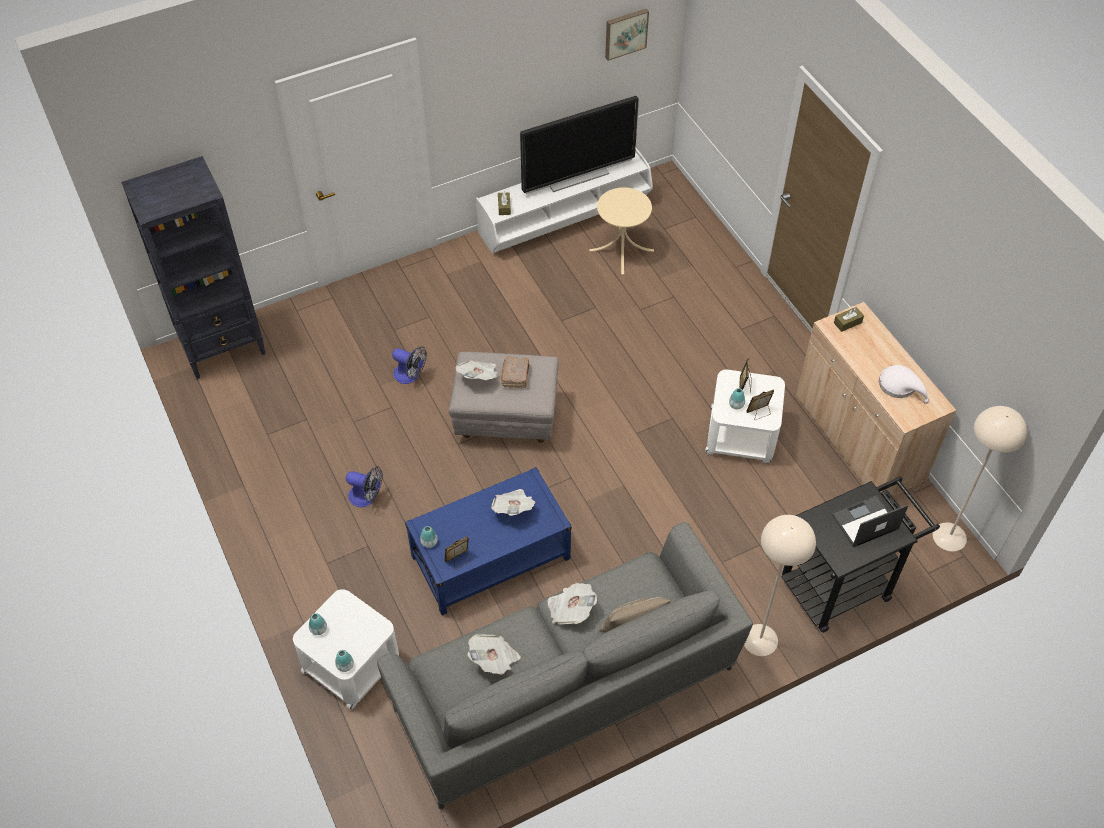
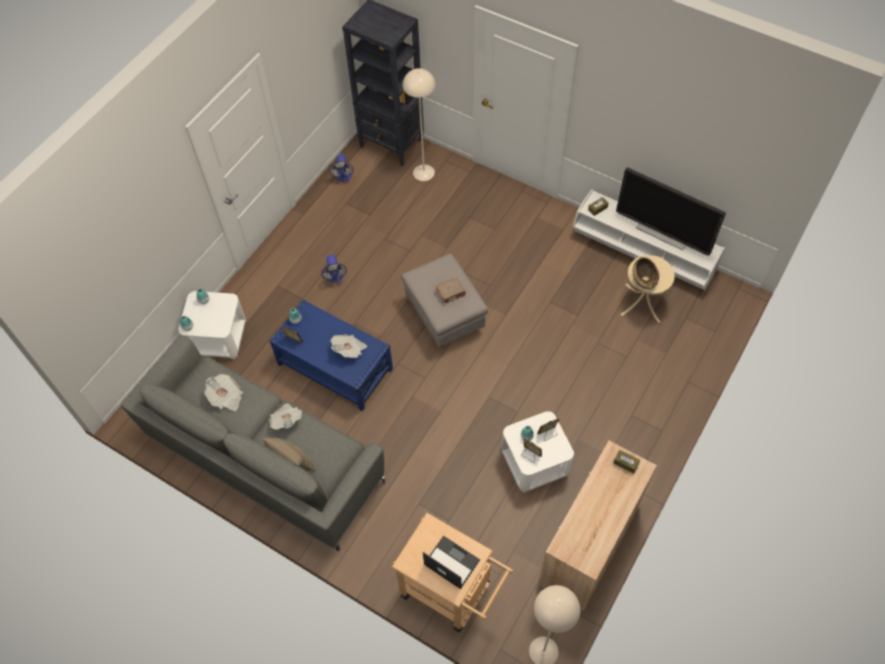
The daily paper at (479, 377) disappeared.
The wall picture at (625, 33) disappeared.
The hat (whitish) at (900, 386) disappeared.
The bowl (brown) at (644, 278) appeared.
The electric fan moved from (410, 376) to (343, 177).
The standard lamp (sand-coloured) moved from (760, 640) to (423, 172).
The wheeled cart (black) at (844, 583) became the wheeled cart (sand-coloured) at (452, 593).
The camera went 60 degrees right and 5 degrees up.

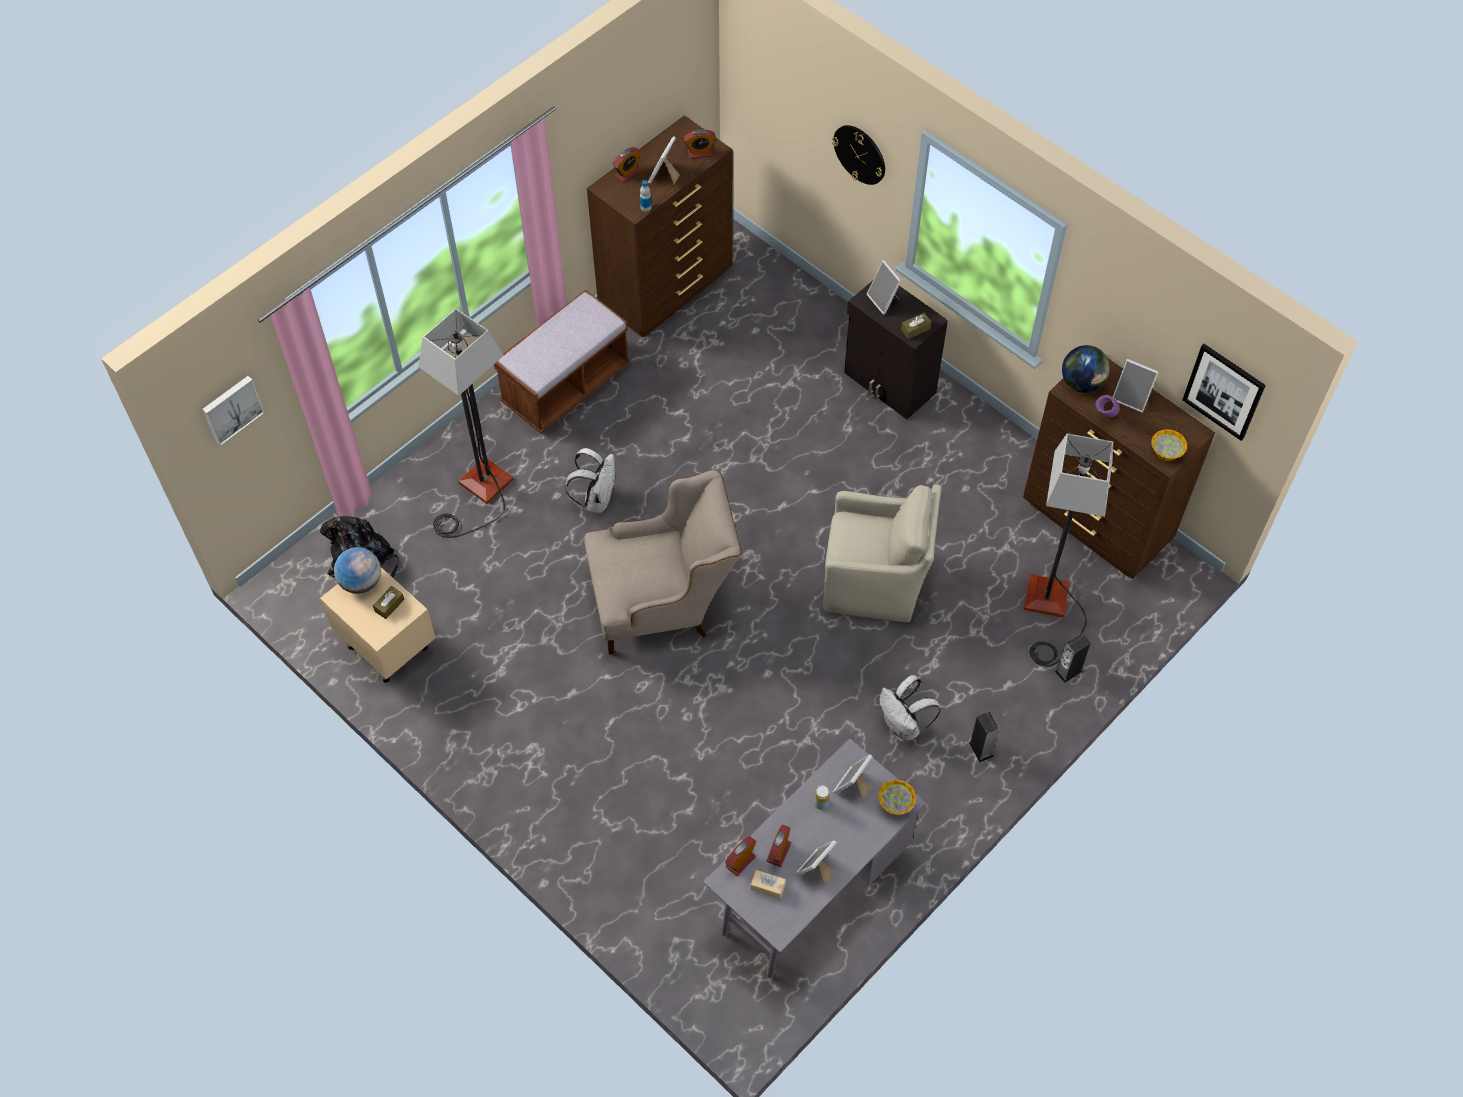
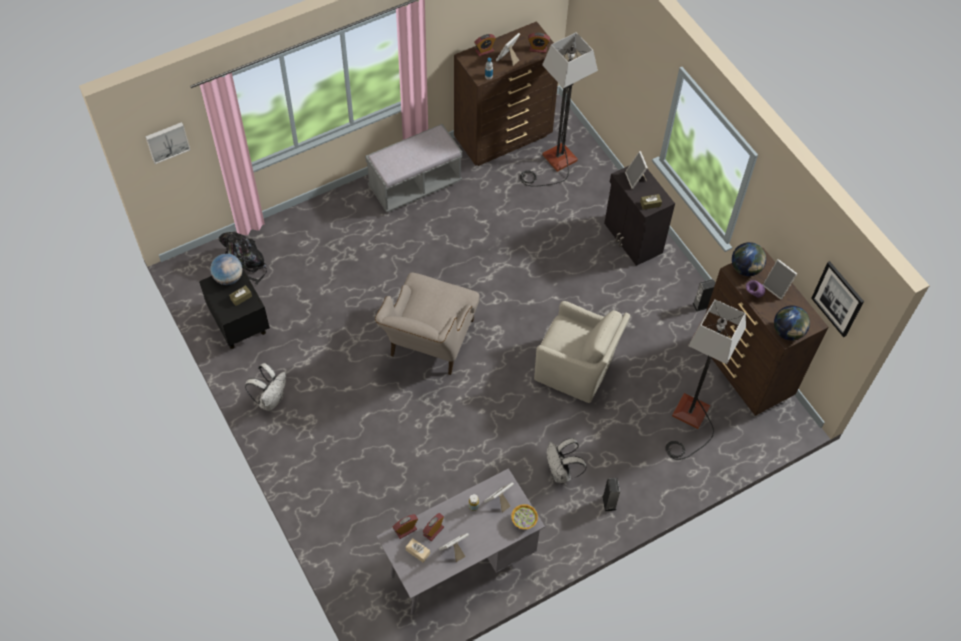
The hanging clock at (860, 154) disappeared.
The standard lamp moved from (479, 493) to (554, 163).
The knapsack (whitish) moved from (596, 499) to (271, 399).
The loudspeaker moved from (1068, 671) to (701, 305).
The bowl at (1166, 453) was replaced by the globe at (788, 332).
The bedside table (sand-coloured) at (387, 646) became the bedside table (black) at (240, 325).
The indoor bench (brown) at (566, 386) became the indoor bench (gray) at (415, 185).
The easy chair (sand-coloured) at (663, 603) turned 105 degrees clockwise.
The camera went 15 degrees right and 0 degrees up.

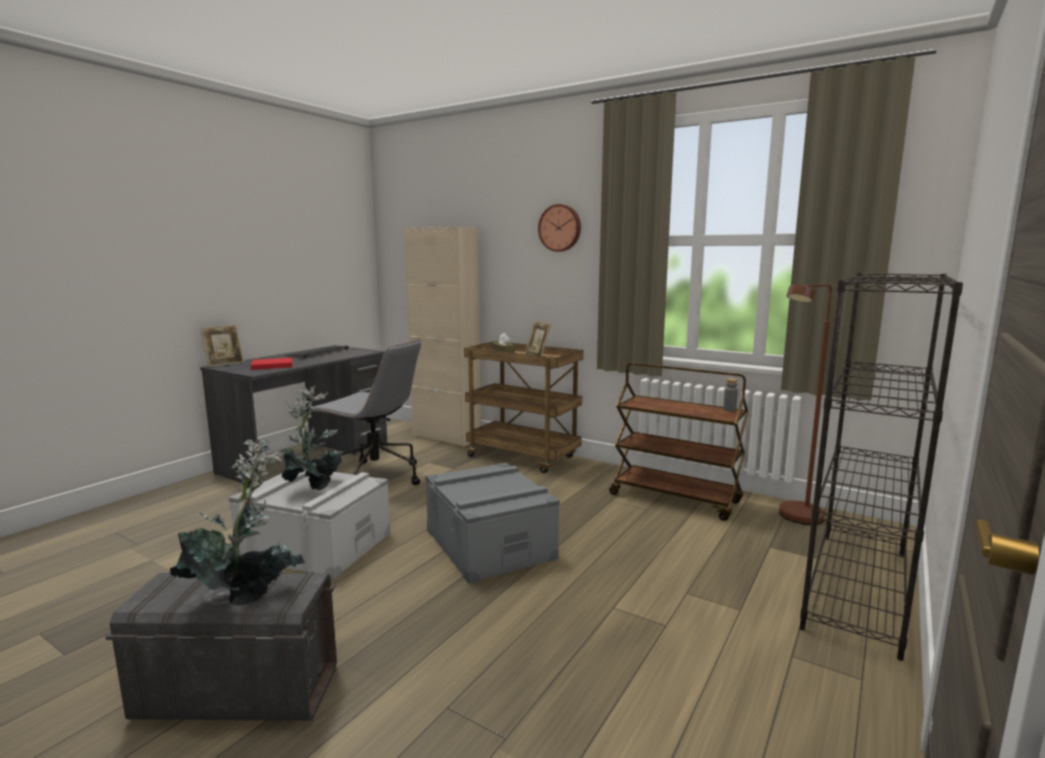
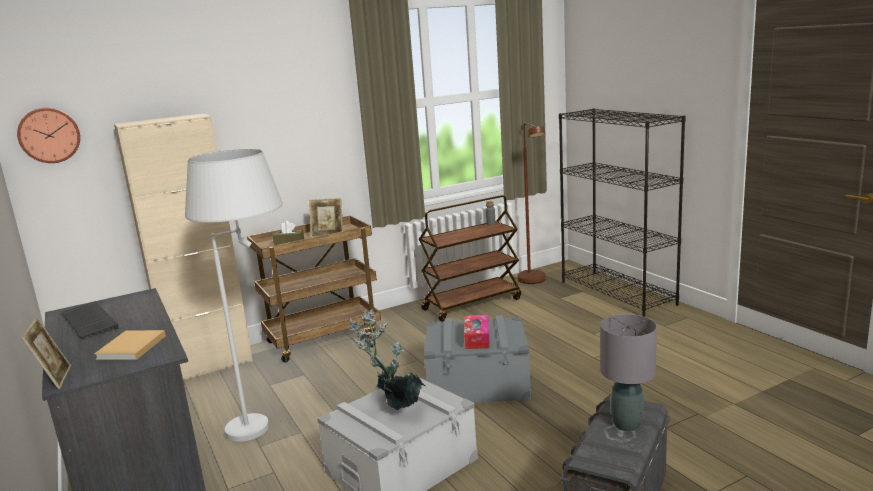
The box of tissues at (477, 338) appeared.
The hanging clock moved from (560, 228) to (49, 135).
The houseplant at (247, 594) was replaced by the tabletop lamp (gray) at (627, 424).
The desk chair (gray) at (374, 477) was replaced by the standard lamp (whitish) at (269, 420).
The volume (red-coloured) at (271, 365) became the volume (sand-coloured) at (130, 348).
The camera went 60 degrees left and 5 degrees up.

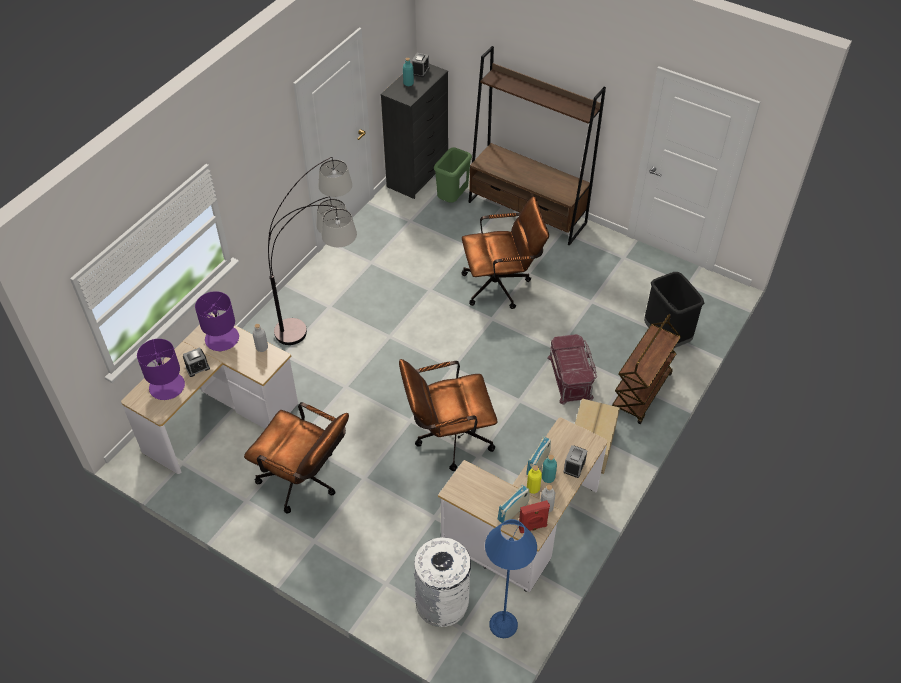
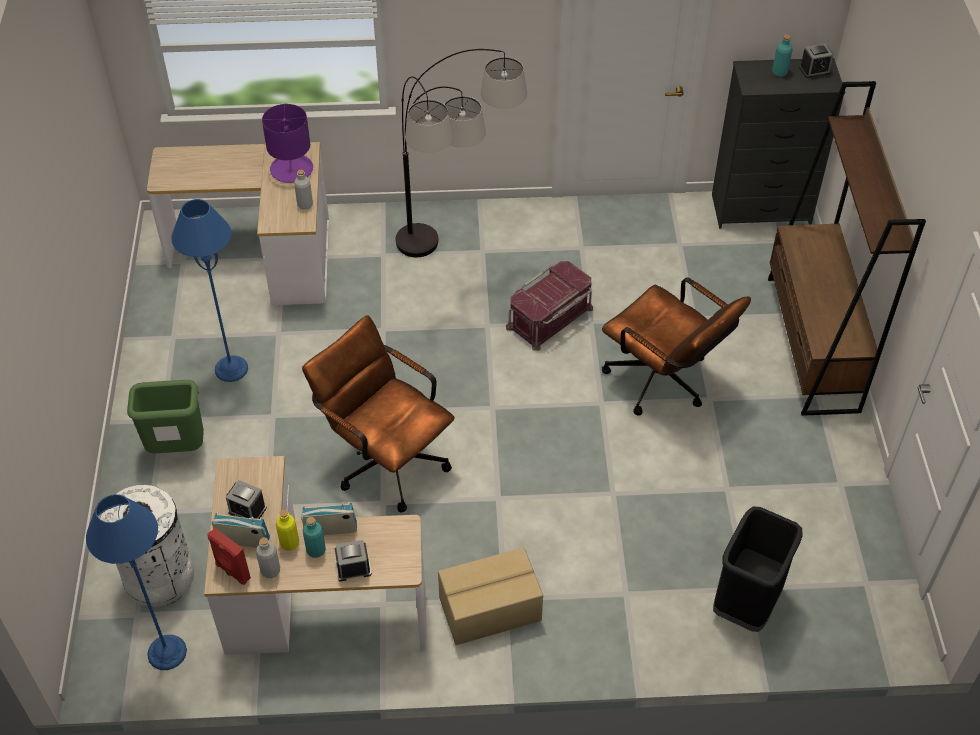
The tabletop lamp (purple) at (167, 386) disappeared.
The wheeled cart (brown) at (641, 393) disappeared.
The bedside clock moved from (197, 367) to (247, 510).
The waste bin (green) moved from (452, 198) to (178, 449).
The storage box (red-coloured) moved from (571, 377) to (550, 318).
The desk chair (brown) at (305, 481) was replaced by the standard lamp (blue) at (231, 369).
The camera went 55 degrees right and 0 degrees up.

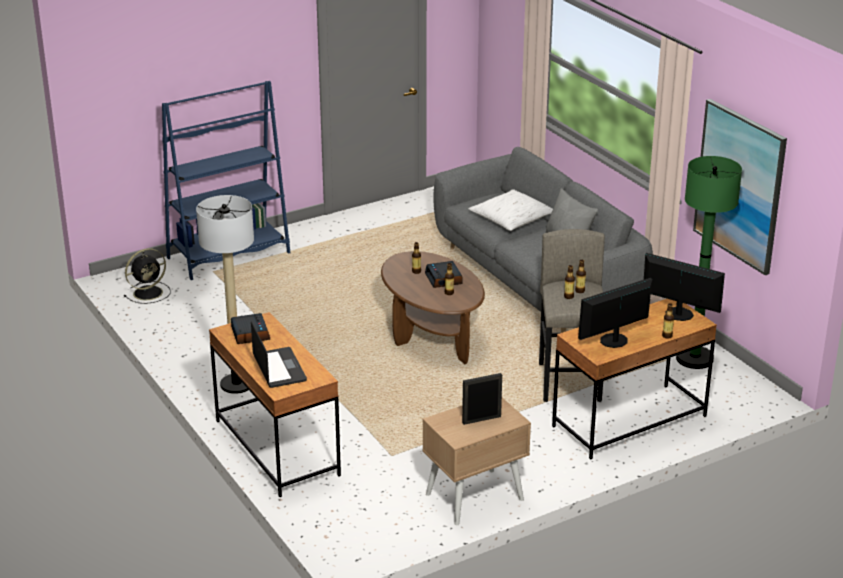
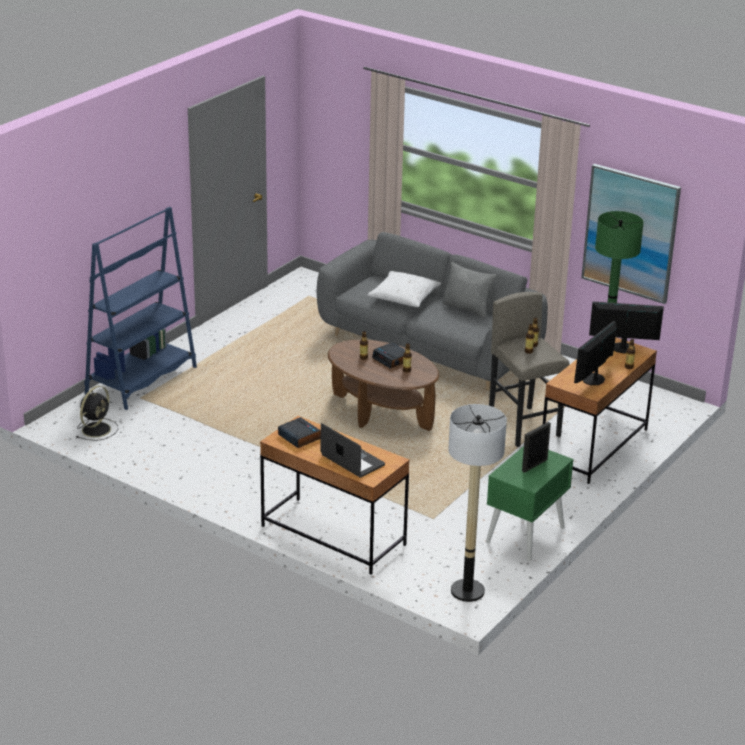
The standard lamp moved from (236, 384) to (467, 591).
The bedside table (sand-coloured) at (474, 497) became the bedside table (green) at (525, 535).
The camera went 25 degrees left and 0 degrees up.

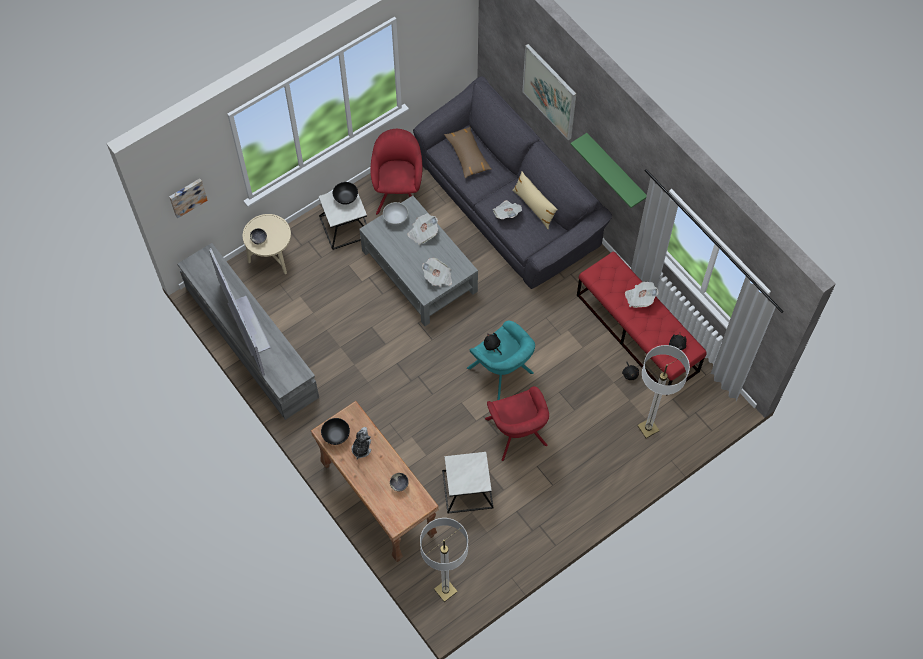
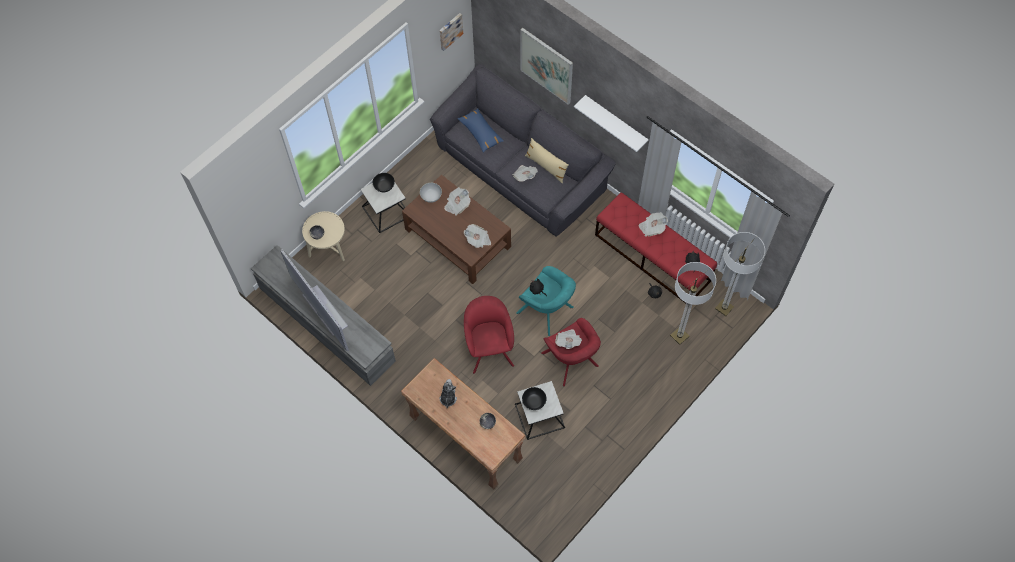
The daily paper at (568, 341) appeared.
The wall picture moved from (187, 197) to (450, 31).
The bowl (black) moved from (336, 436) to (534, 402).
The easy chair (red-coloured) moved from (399, 192) to (489, 348).
The standard lamp moved from (445, 590) to (724, 308).
The low table (gray) at (420, 271) became the low table (brown) at (458, 238).
The cushion (brown) at (467, 155) became the cushion (blue) at (480, 133).
The bracket shelf (green) at (615, 170) became the bracket shelf (whitish) at (616, 123).
The camera went 10 degrees left and 0 degrees up.

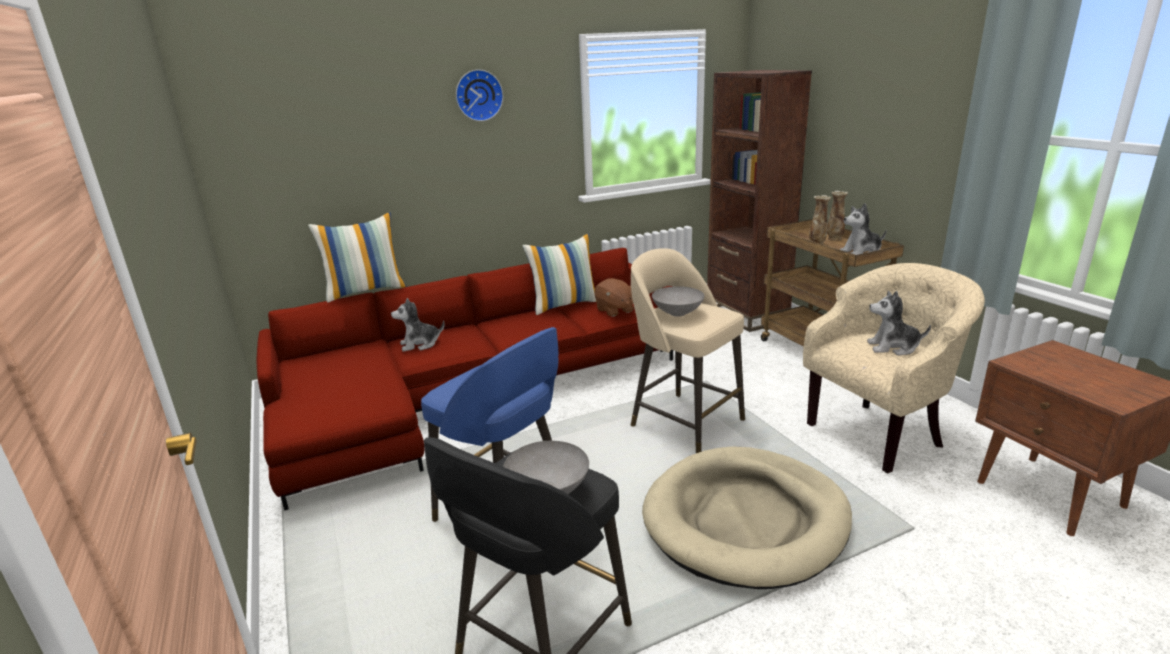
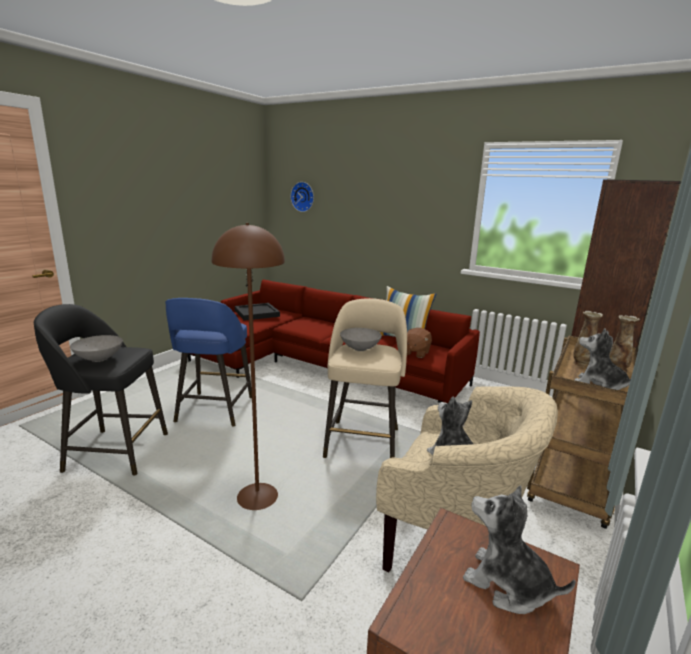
The cushion at (365, 291) disappeared.
The carrying tray (black) at (257, 313) appeared.
The cuddly toy moved from (420, 344) to (506, 584).
The hanging clock moved from (478, 95) to (303, 197).
The pet bed (sand-coloured) at (745, 520) was replaced by the standard lamp (brown) at (258, 497).
The camera went 55 degrees right and 5 degrees down.

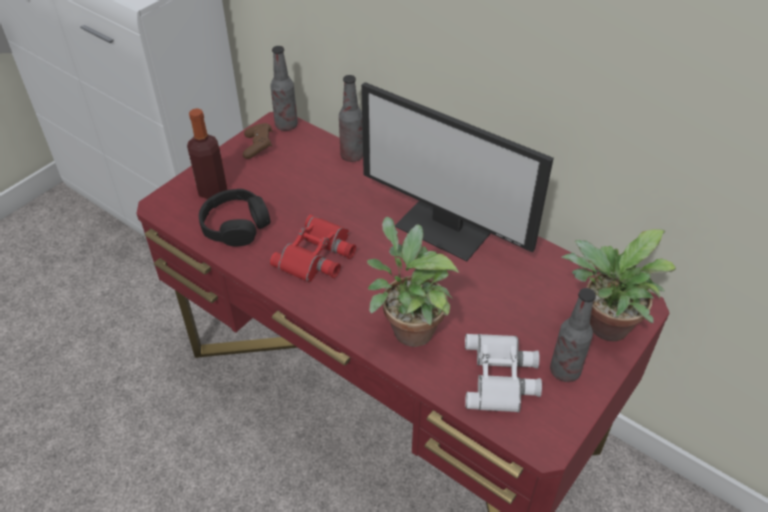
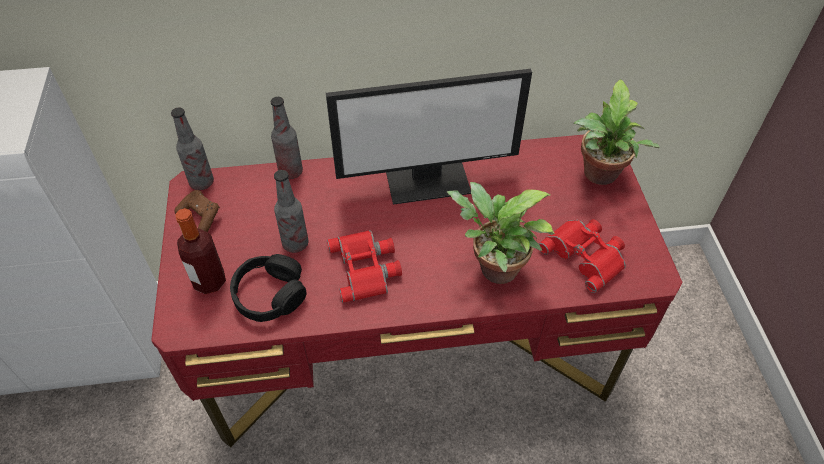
The drink bottle moved from (564, 371) to (295, 244).
The field glasses (whitish) at (502, 377) became the field glasses (red-coloured) at (586, 255).
The camera went 45 degrees left and 5 degrees up.

